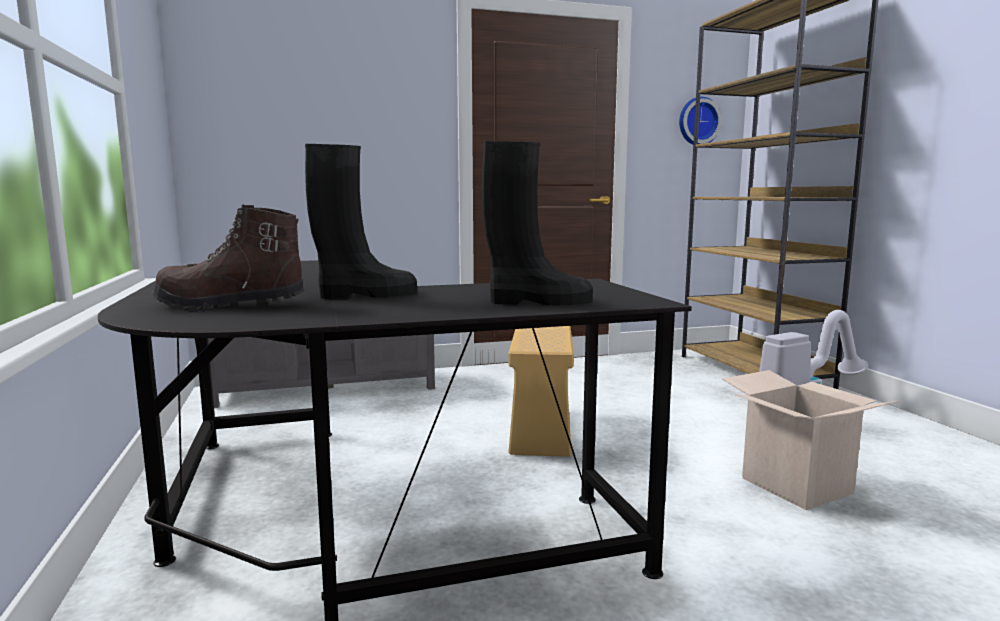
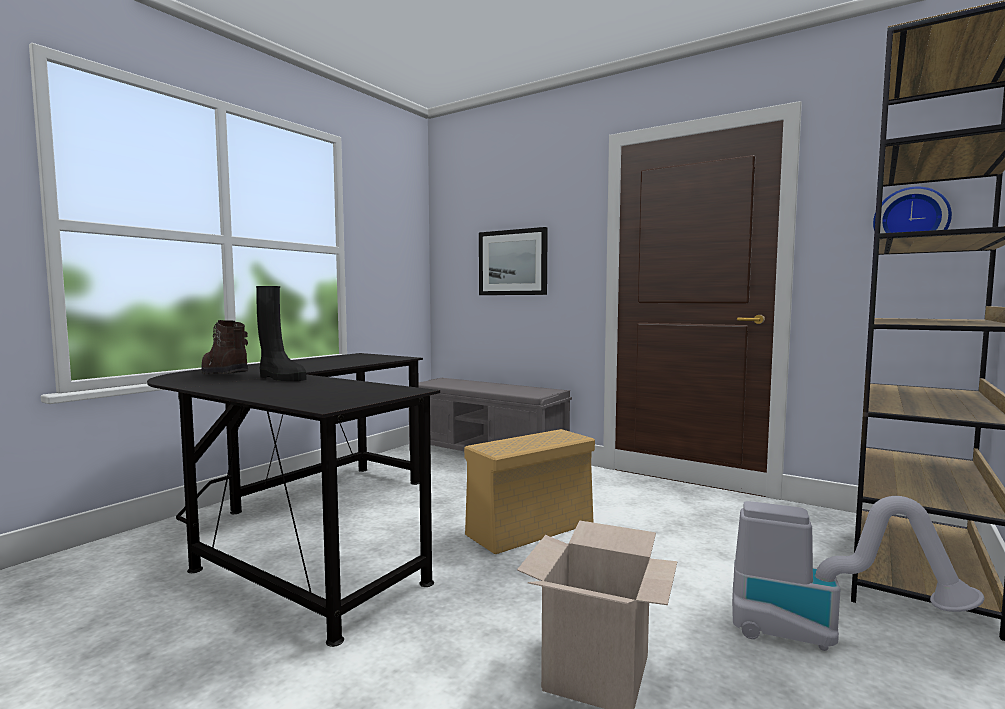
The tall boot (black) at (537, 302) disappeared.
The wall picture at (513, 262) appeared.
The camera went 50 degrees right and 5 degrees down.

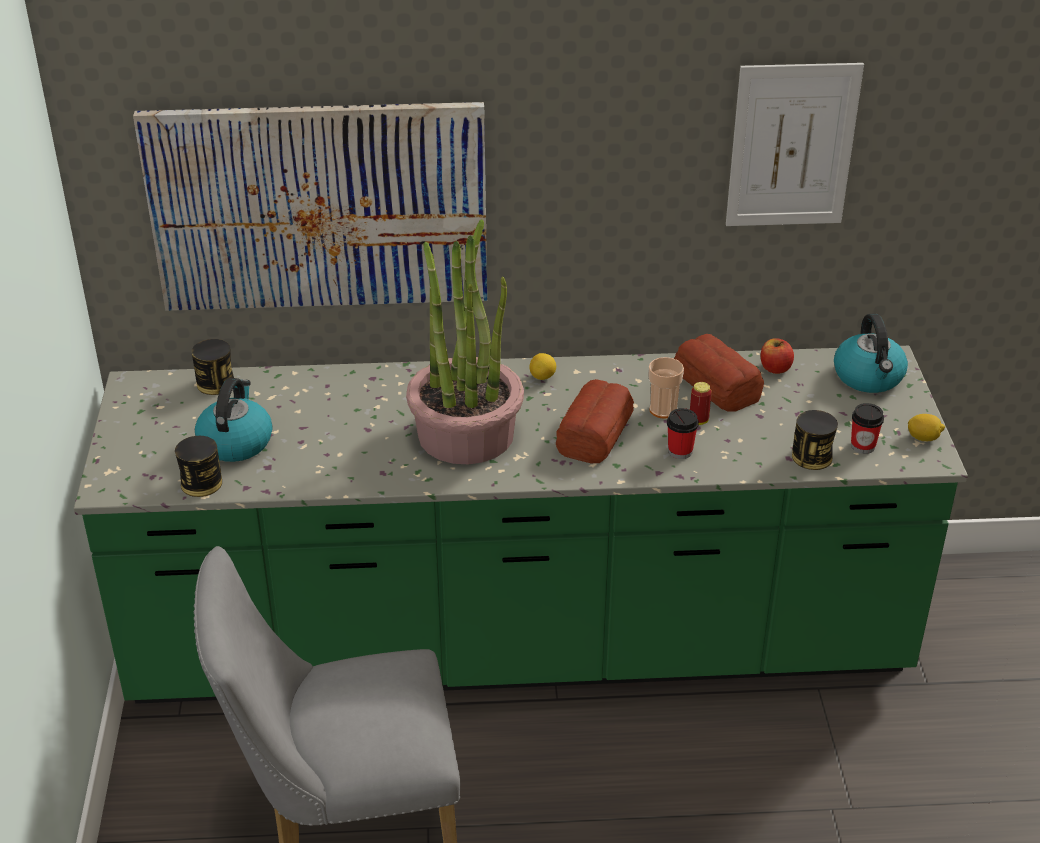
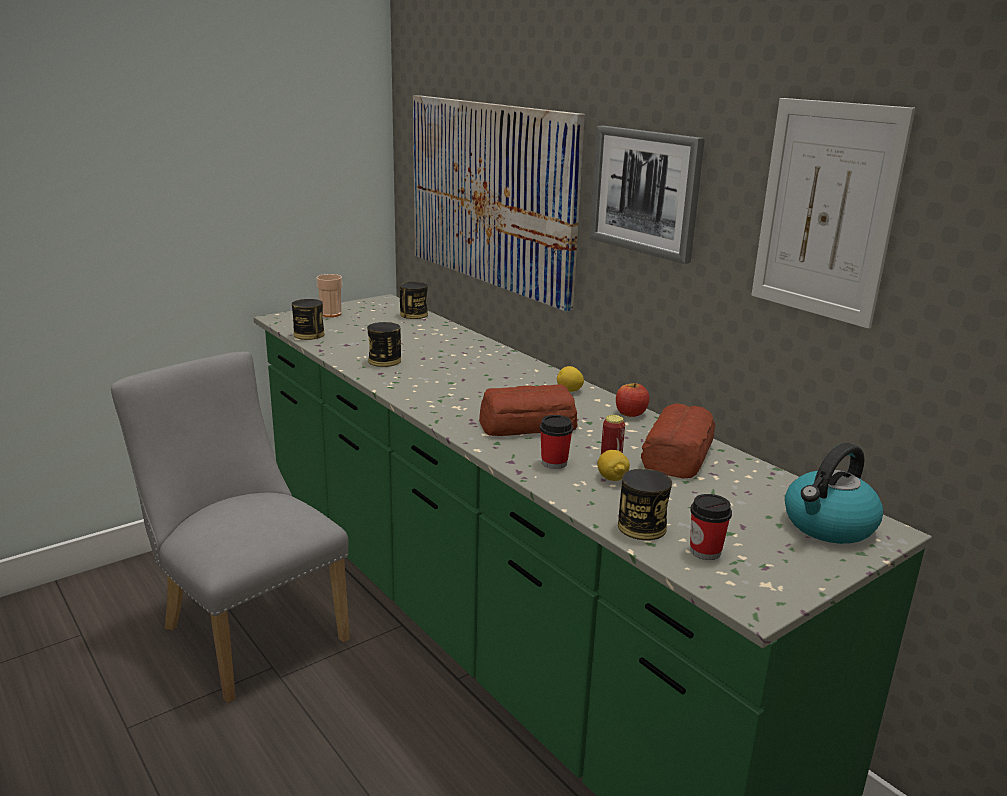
The water kettle at (235, 442) disappeared.
The houseplant at (466, 433) disappeared.
The metal can at (384, 361) appeared.
The wall picture at (645, 192) appeared.
The small cup moved from (663, 410) to (331, 314).
The apple fruit moved from (775, 368) to (630, 413).
The lemon moved from (923, 438) to (612, 478).
The camera went 55 degrees right and 15 degrees down.

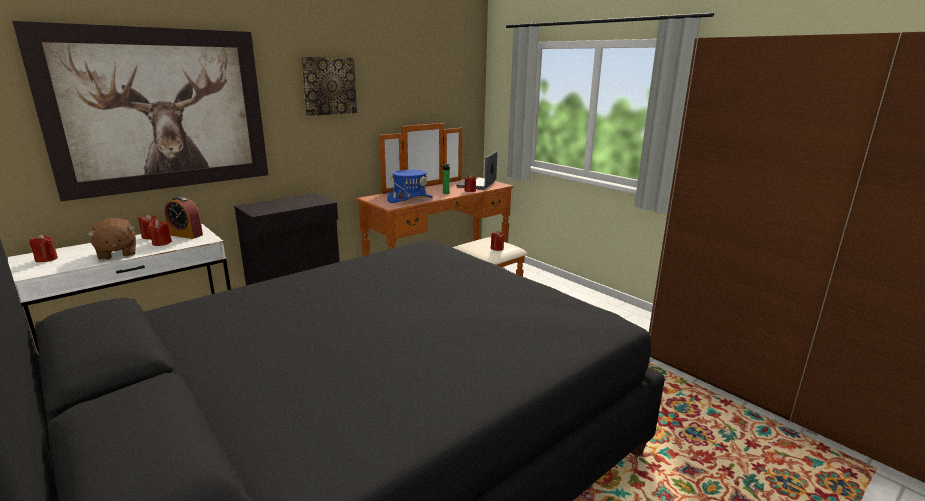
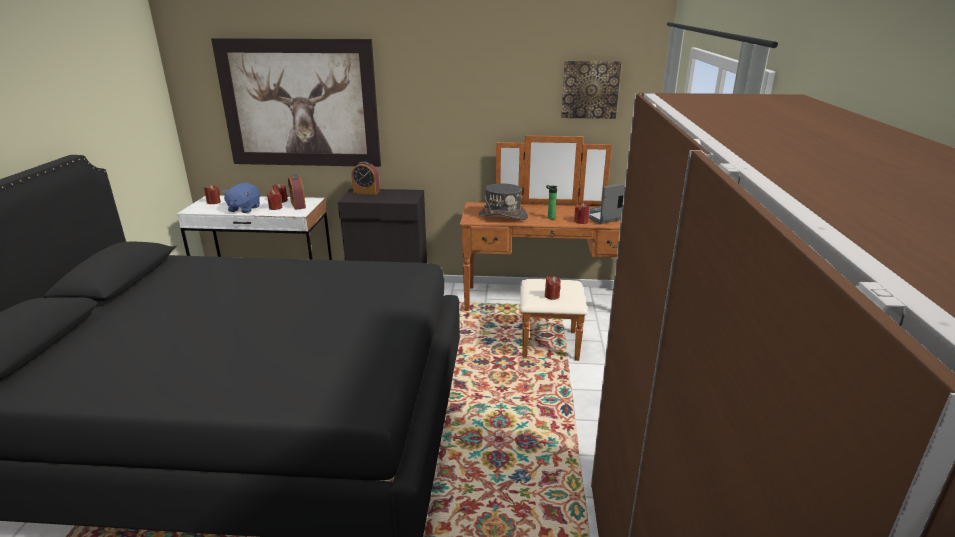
The bedside clock at (366, 192) appeared.
The wall picture moved from (329, 86) to (590, 89).
The cuddly toy (brown) at (117, 253) became the cuddly toy (blue) at (244, 209).
The hat (blue) at (410, 199) became the hat (gray) at (503, 216).
The camera went 45 degrees right and 5 degrees up.

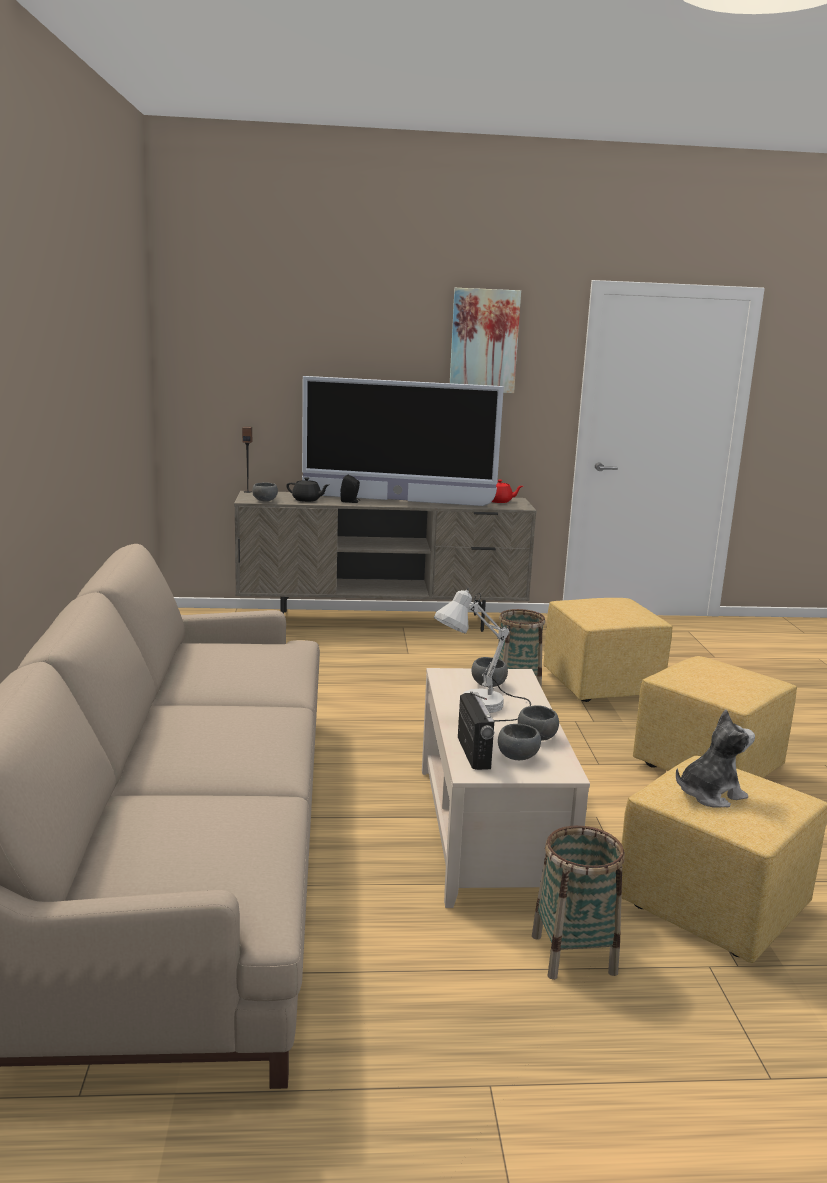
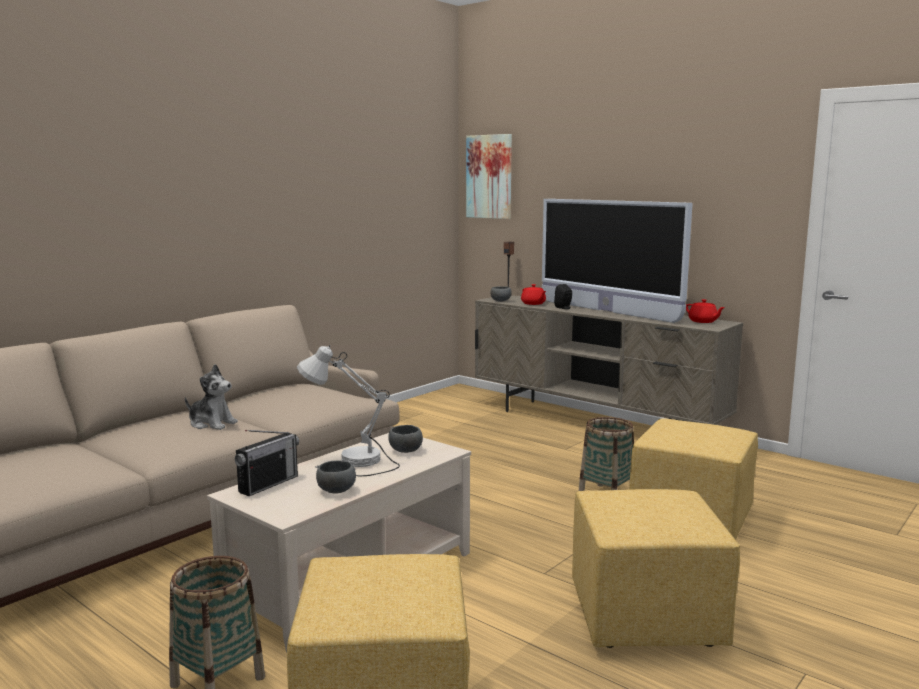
The bowl (gray) at (519, 756) disappeared.
The wall picture moved from (484, 341) to (489, 176).
The cuddly toy moved from (709, 794) to (212, 424).
The tea pot (black) at (307, 500) became the tea pot (red-coloured) at (533, 304).
The camera went 45 degrees right and 5 degrees down.

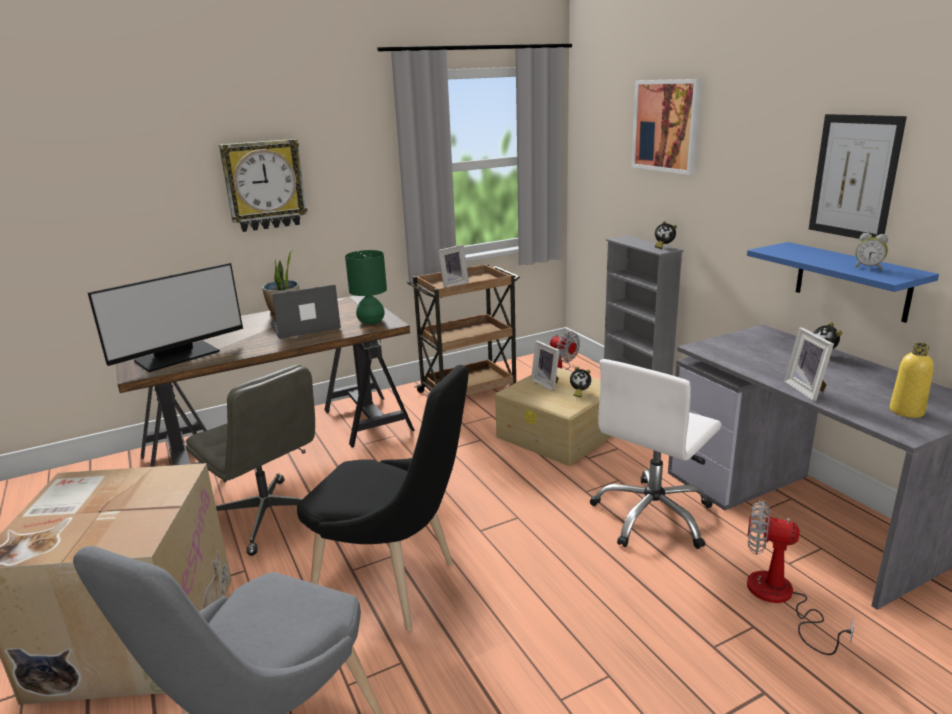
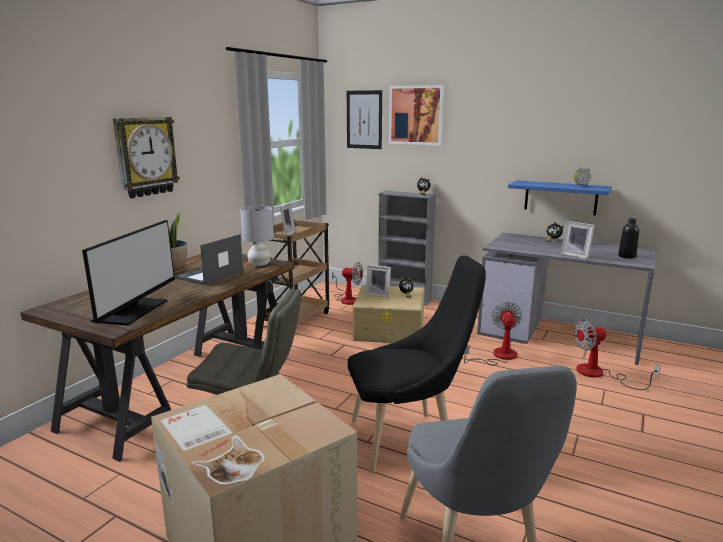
The wall picture moved from (854, 177) to (364, 119).
The desk chair (whitish) at (653, 516) was replaced by the electric fan at (498, 356).
The tabletop lamp (green) at (370, 321) became the tabletop lamp (gray) at (259, 264).
The drink bottle (yellow-coloured) at (906, 411) became the drink bottle (black) at (627, 256).
The camera went 35 degrees left and 5 degrees down.

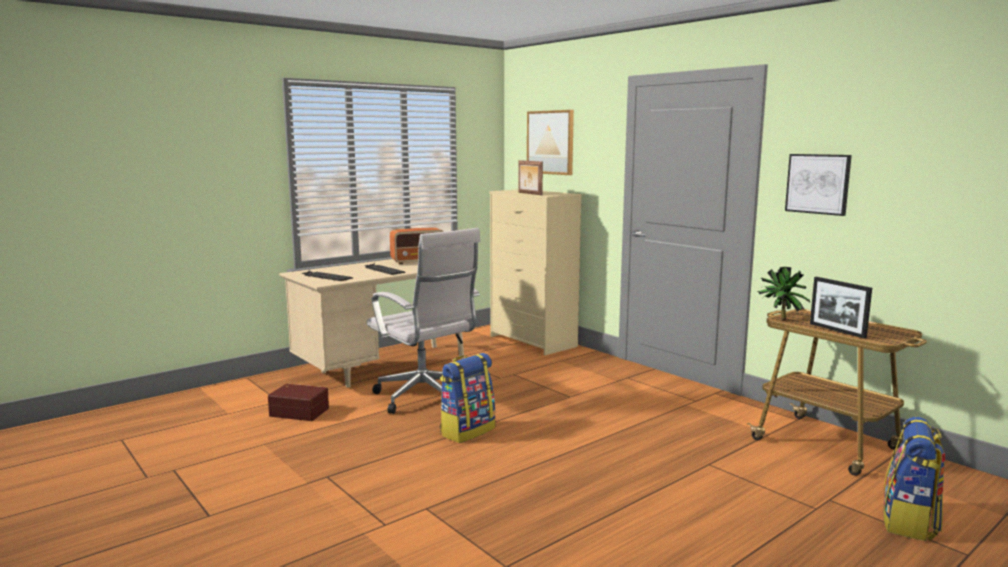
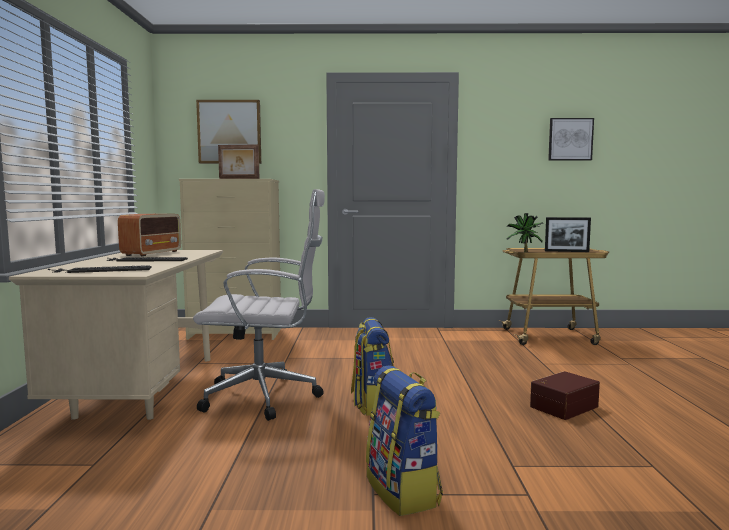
The storage box (brown) moved from (300, 411) to (562, 406).
The wall picture moved from (818, 184) to (570, 139).
The knapsack moved from (909, 522) to (404, 491).
The camera went 50 degrees left and 5 degrees down.

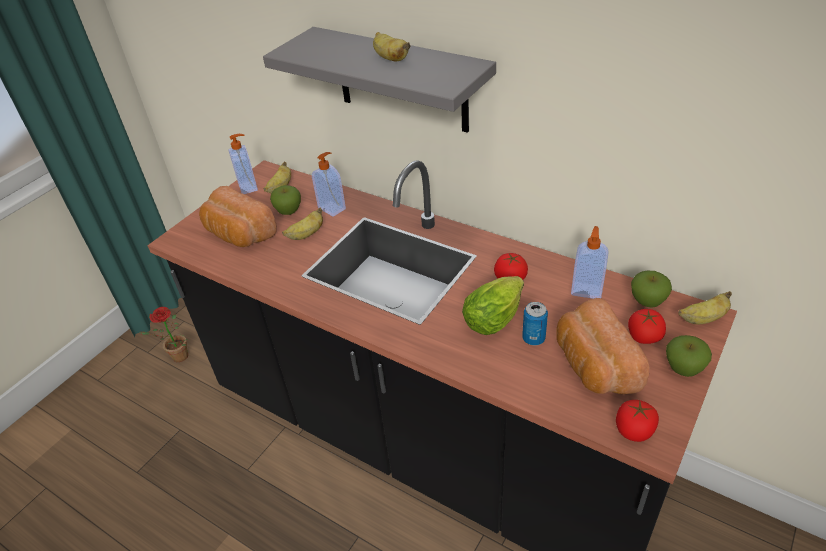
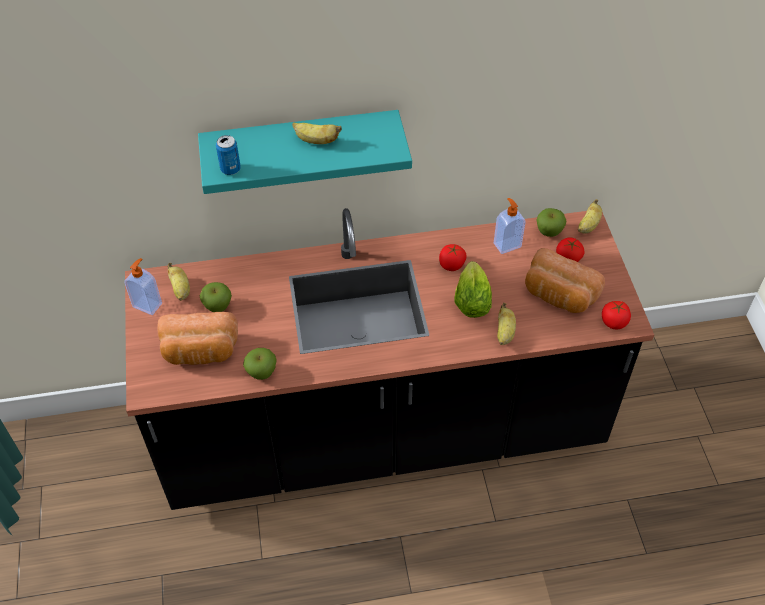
The houseplant at (177, 358) disappeared.
The liquid soap bottle at (332, 208) disappeared.
The banana fruit moved from (306, 235) to (504, 333).
The metal can moved from (533, 338) to (230, 169).
The apple fruit moved from (683, 369) to (262, 373).
The bracket shelf (gray) at (401, 80) became the bracket shelf (blue-green) at (301, 148).
The camera went 45 degrees left and 10 degrees up.

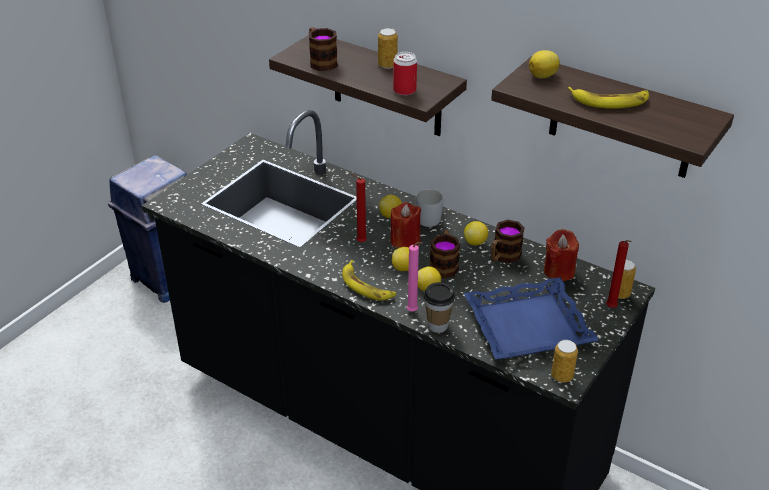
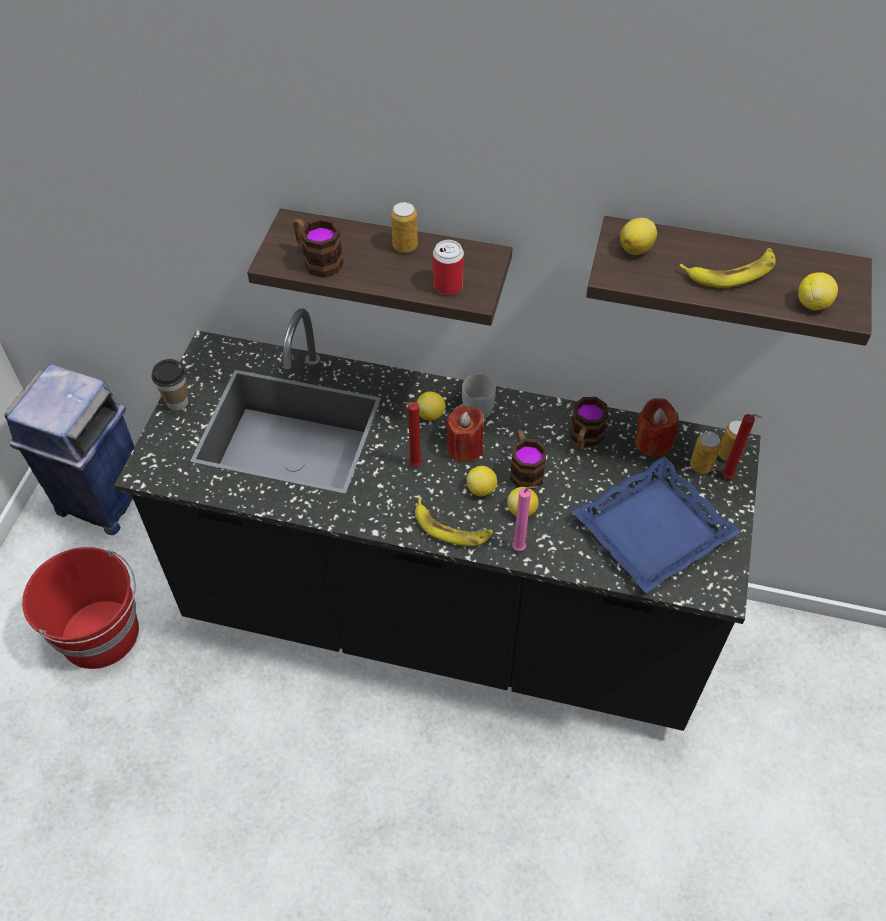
The pail (red-coloured) at (101, 634) appeared.
The small cup moved from (438, 326) to (177, 402).
The lemon moved from (475, 242) to (812, 304).
The metal can moved from (562, 376) to (701, 466).
The camera went 20 degrees left and 15 degrees up.

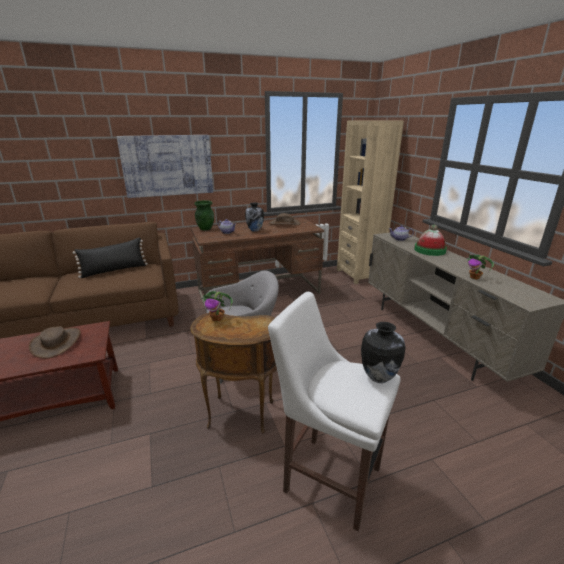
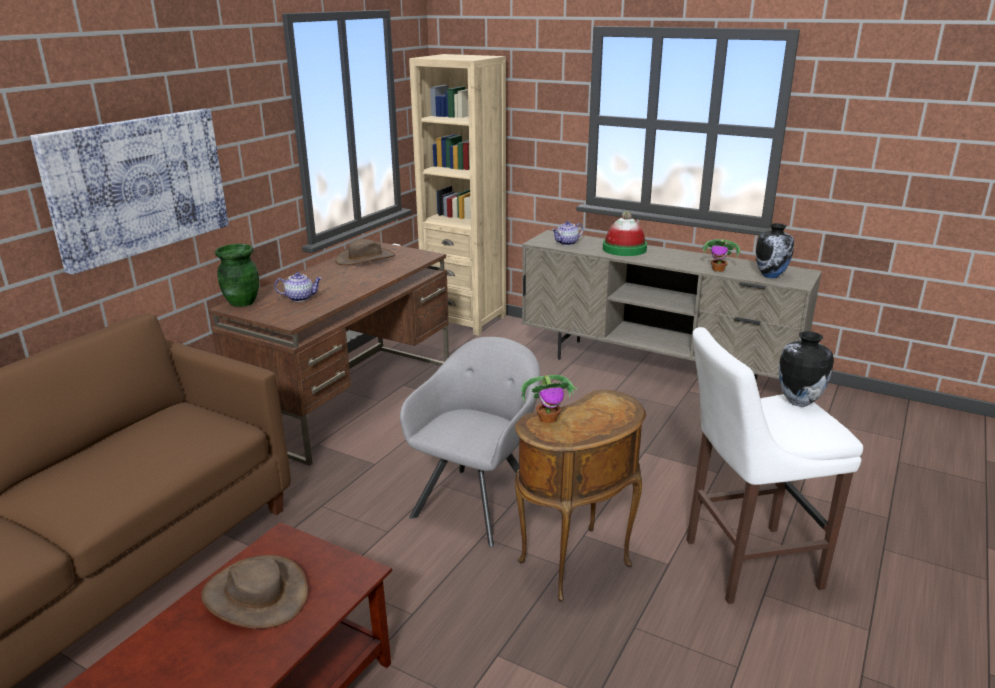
The cushion (black) at (114, 270) disappeared.
The decorative vase moved from (255, 230) to (771, 276).
The camera went 40 degrees left and 0 degrees up.

